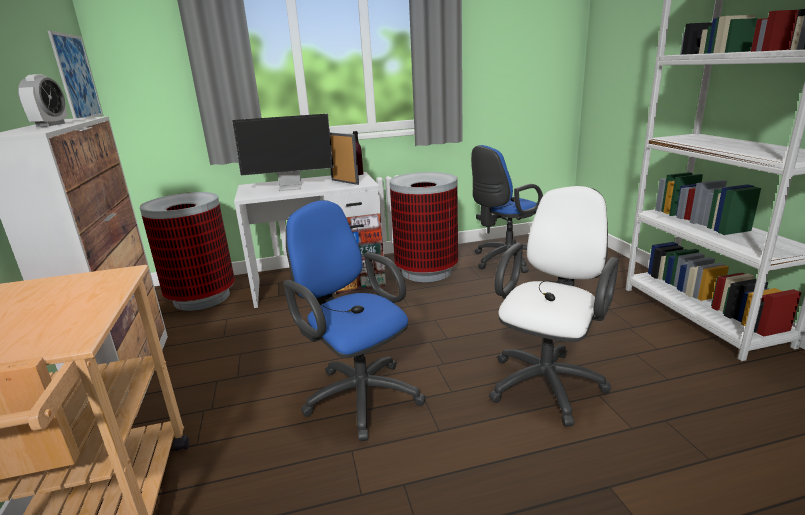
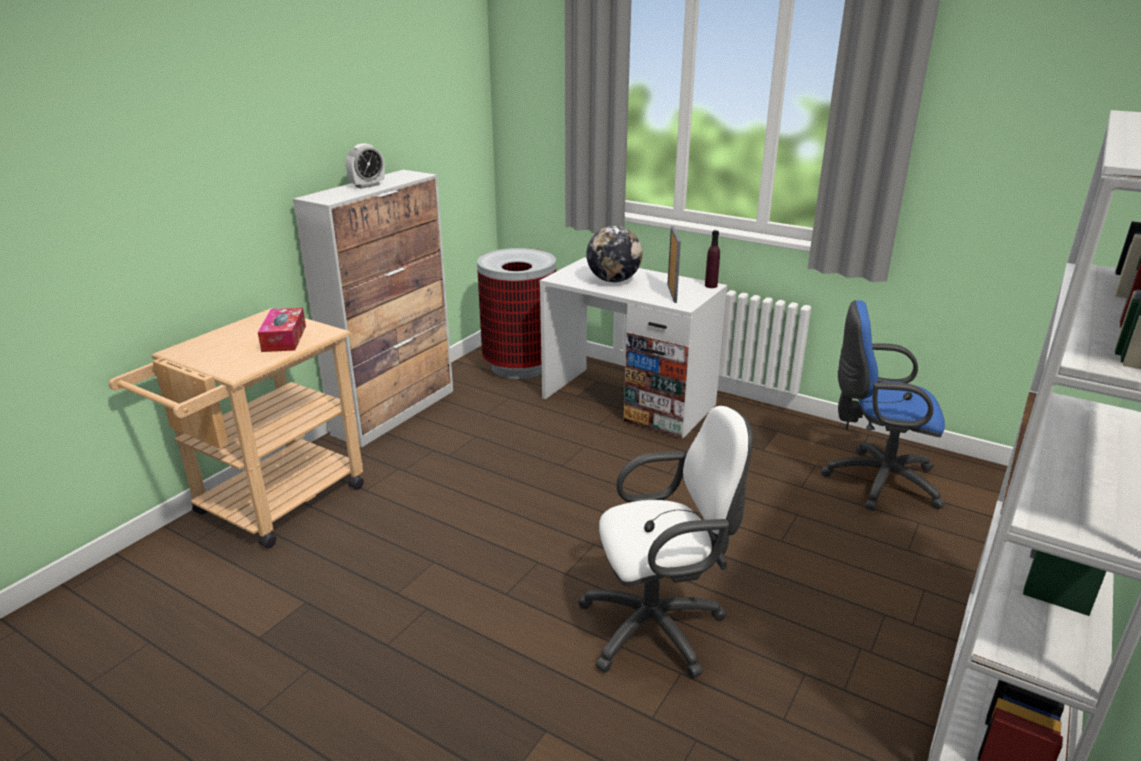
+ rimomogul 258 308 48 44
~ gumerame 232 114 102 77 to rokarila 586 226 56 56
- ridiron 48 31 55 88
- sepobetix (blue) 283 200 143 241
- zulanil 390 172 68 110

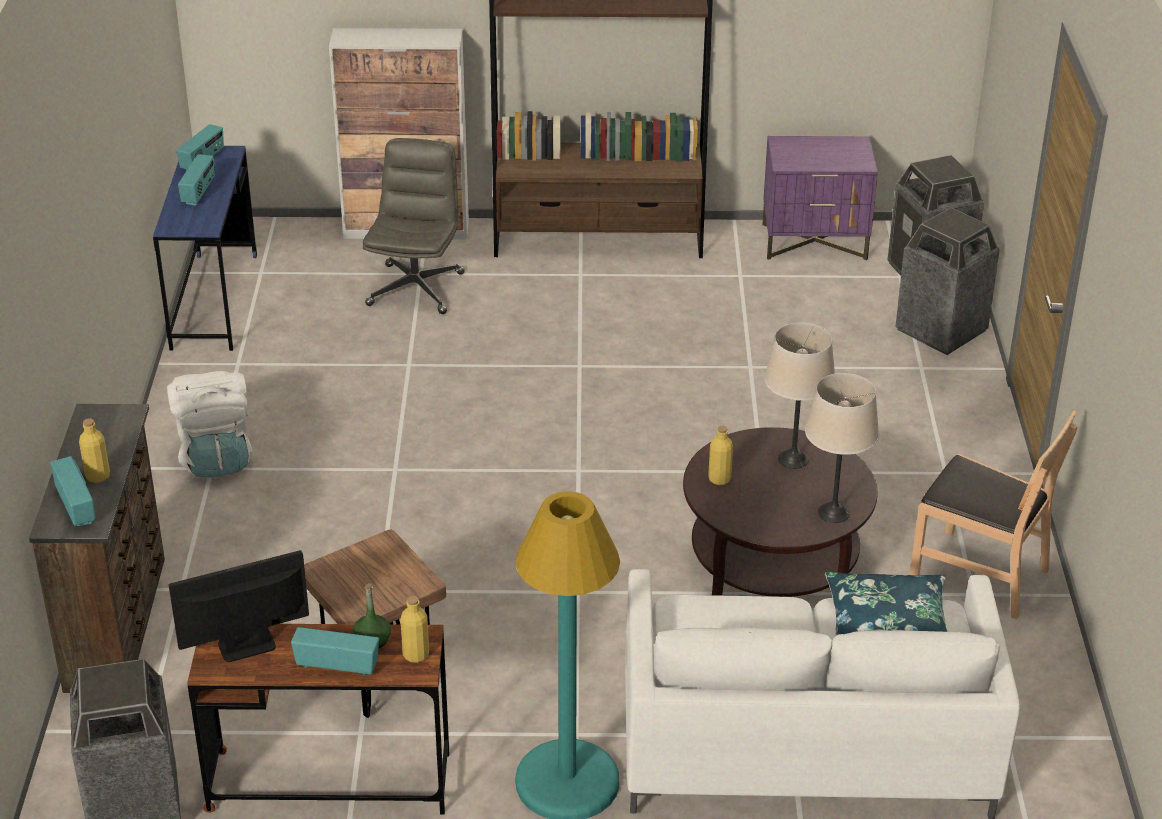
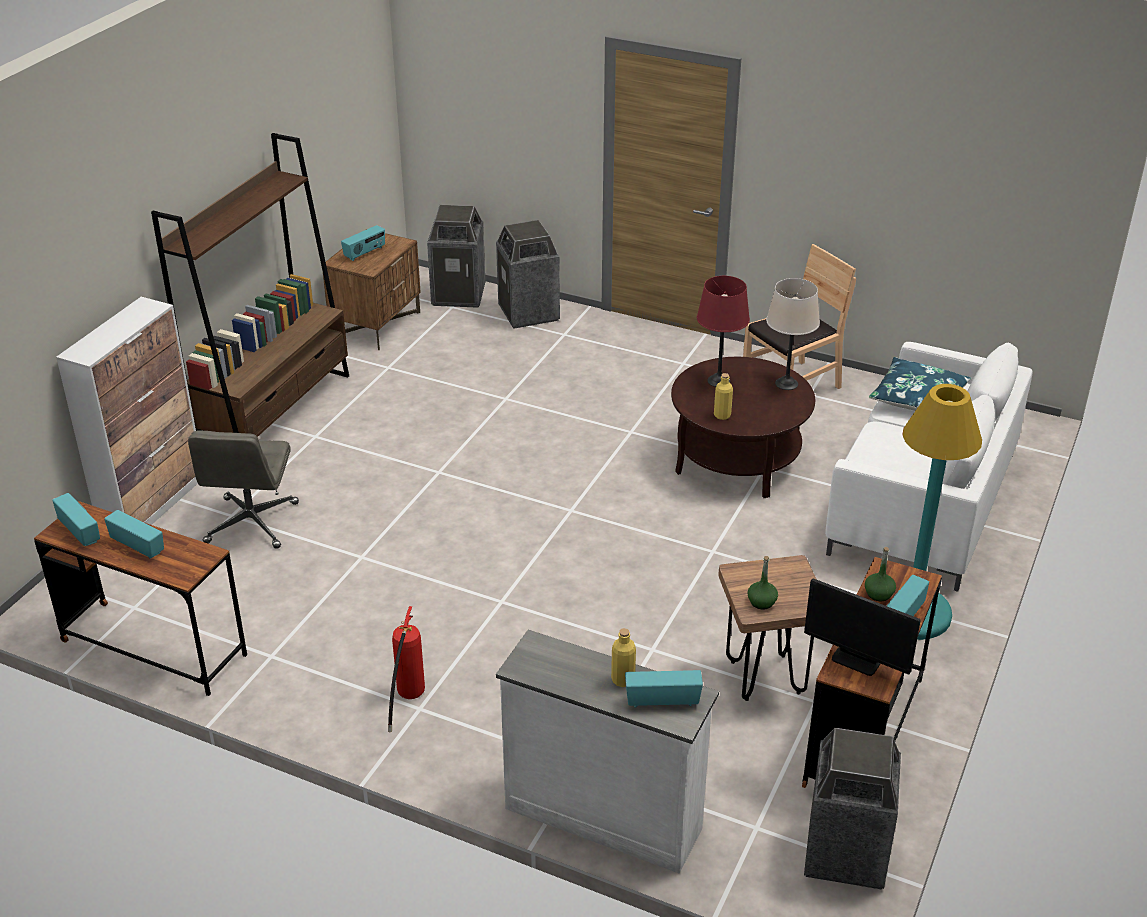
~ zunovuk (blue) 153 146 104 205 to zunovuk (brown) 34 501 213 195
~ sepobetix (grey) 363 138 102 176 = 188 431 111 118 120 degrees counterclockwise
~ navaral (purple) 763 136 115 124 to navaral (brown) 323 229 98 121
+ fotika 341 225 44 36
~ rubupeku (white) 167 371 85 106 to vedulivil 388 606 37 126
~ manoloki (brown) 29 404 136 289 to manoloki (white) 496 630 223 244
~ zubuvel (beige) 764 323 71 146 to zubuvel (red) 697 276 53 111
+ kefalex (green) 747 556 31 53
~ gumerame 169 550 140 112 = 804 578 117 98 60 degrees counterclockwise
- kefalex (yellow) 400 596 29 67

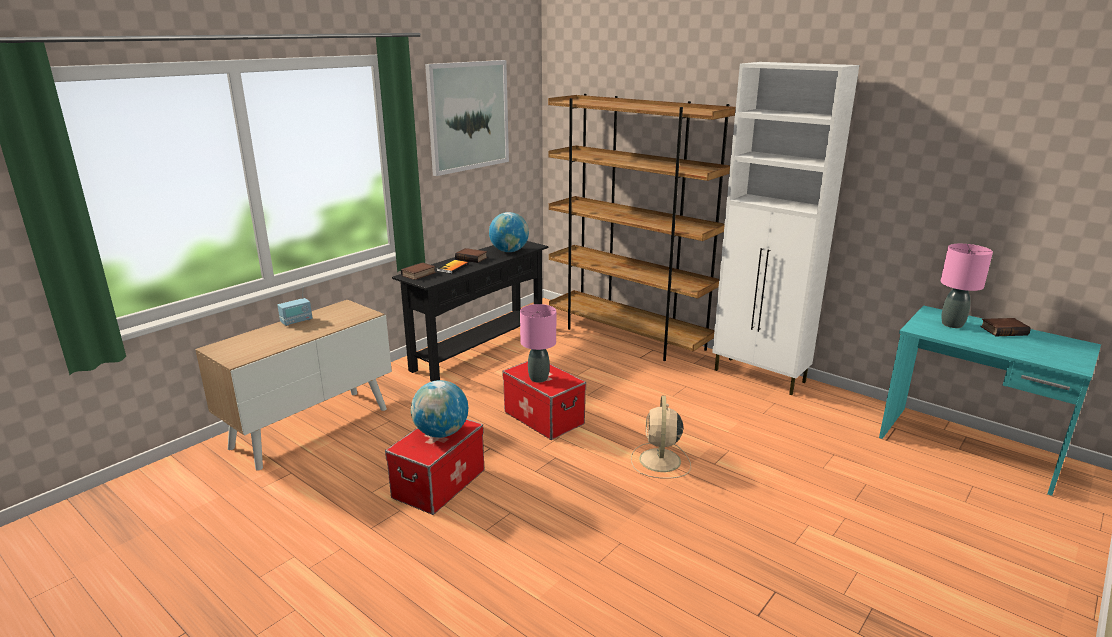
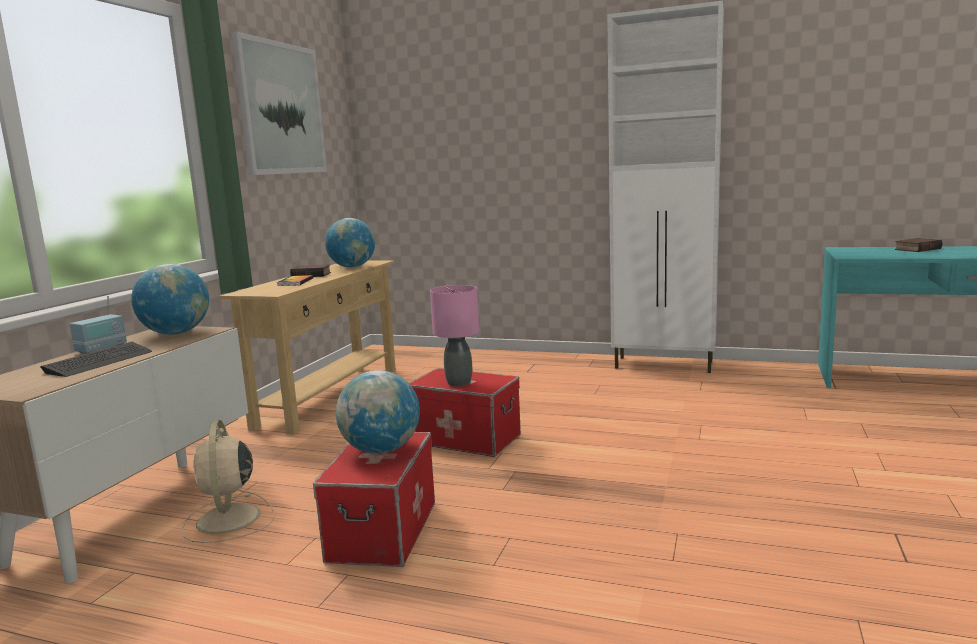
+ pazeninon 41 342 111 35
+ rokarila 131 264 78 71
~ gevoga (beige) 631 396 60 83 to 181 420 94 123
~ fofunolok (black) 392 241 156 141 to fofunolok (beige) 219 261 177 173
- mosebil 401 262 35 18
- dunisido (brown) 548 94 188 267
- zubuvel (pink) 941 244 52 84

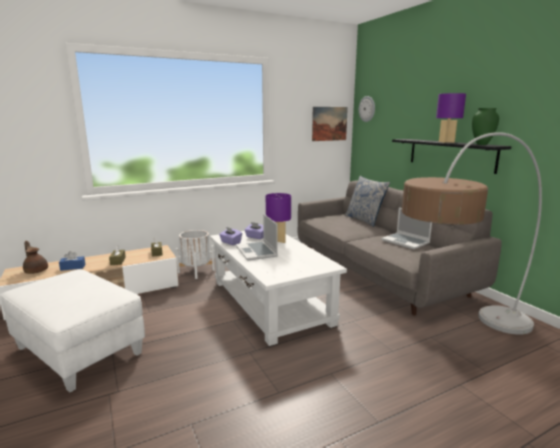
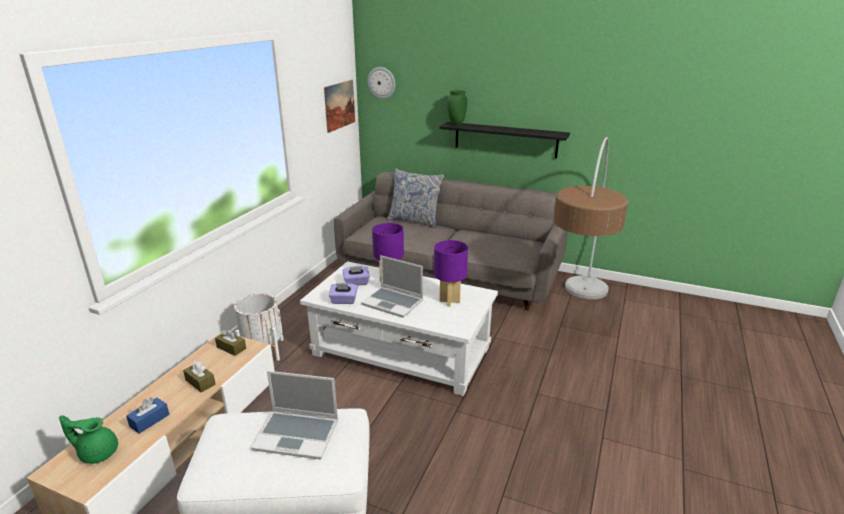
~ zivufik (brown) 23 241 25 33 to zivufik (green) 59 415 59 49
~ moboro 381 207 51 42 to 251 371 87 88
~ zubuvel (purple) 436 93 30 50 to 434 240 34 67
~ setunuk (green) 472 108 27 37 to 447 90 20 36

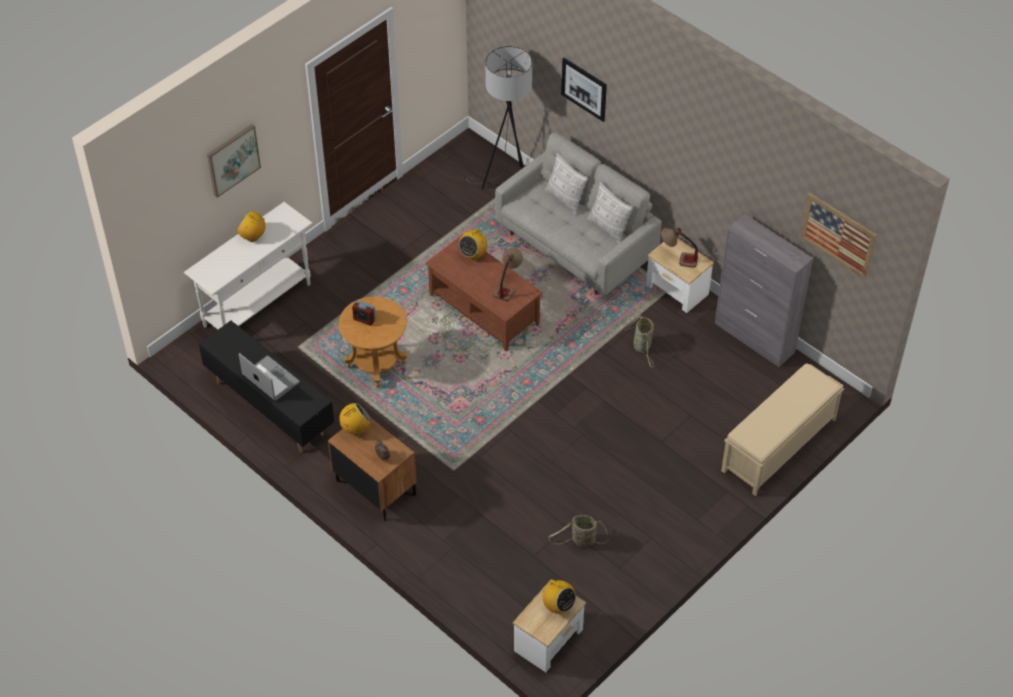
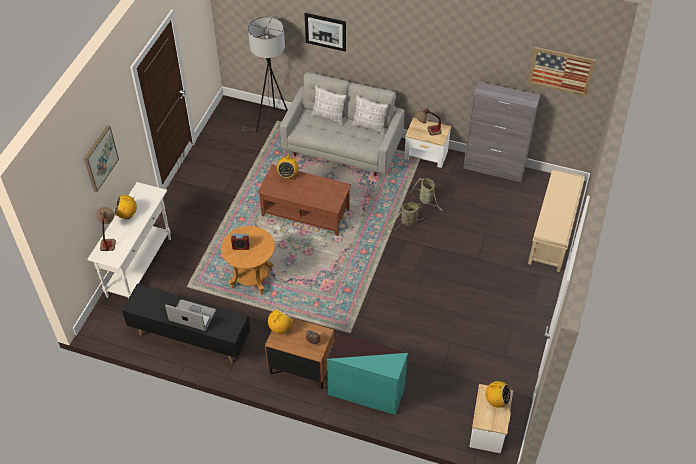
~ zubuvel 493 248 30 53 to 97 207 19 44
+ manoloki (turquoise) 327 333 81 82
~ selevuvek 548 515 60 33 to 387 202 36 28

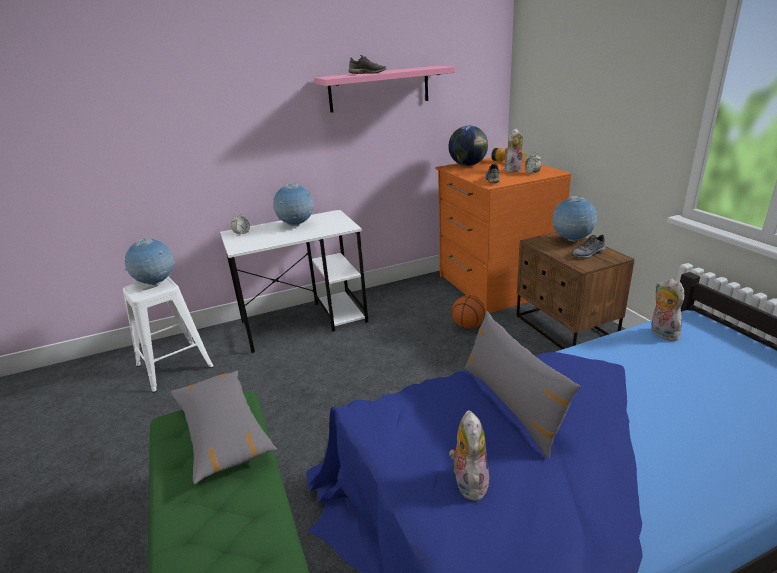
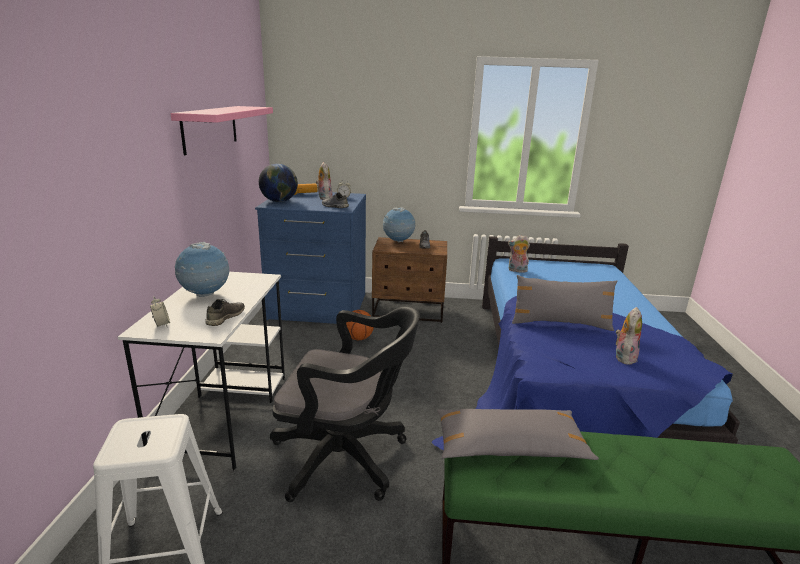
~ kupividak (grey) 349 55 37 19 to 205 299 40 27
~ manoloki (orange) 435 158 137 155 to manoloki (blue) 255 192 111 132
+ sepobetix (black) 270 306 150 196
~ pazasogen 449 410 40 91 = 616 307 26 58 90 degrees clockwise
- rokarila 125 238 50 47

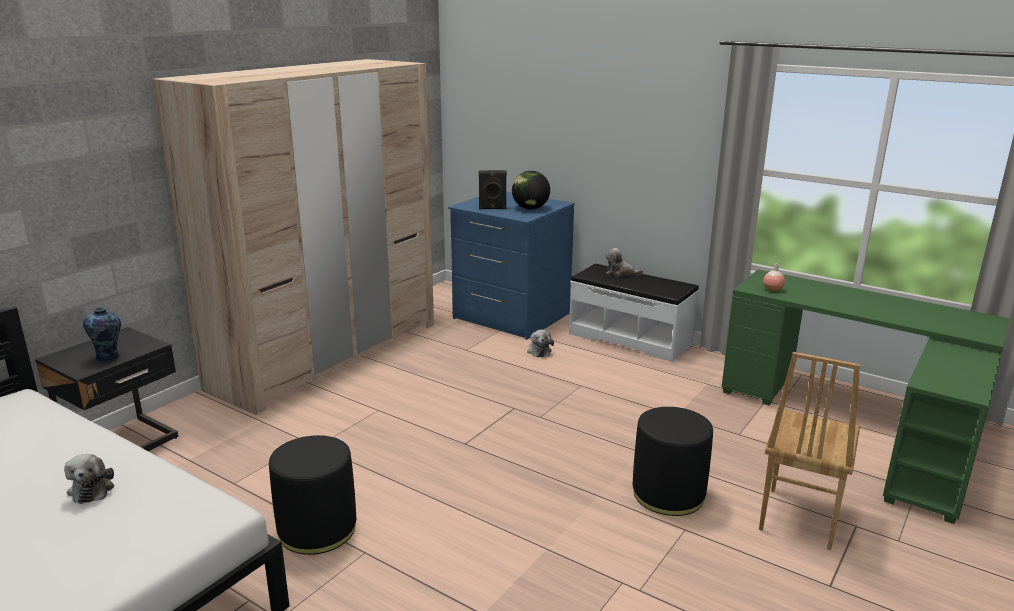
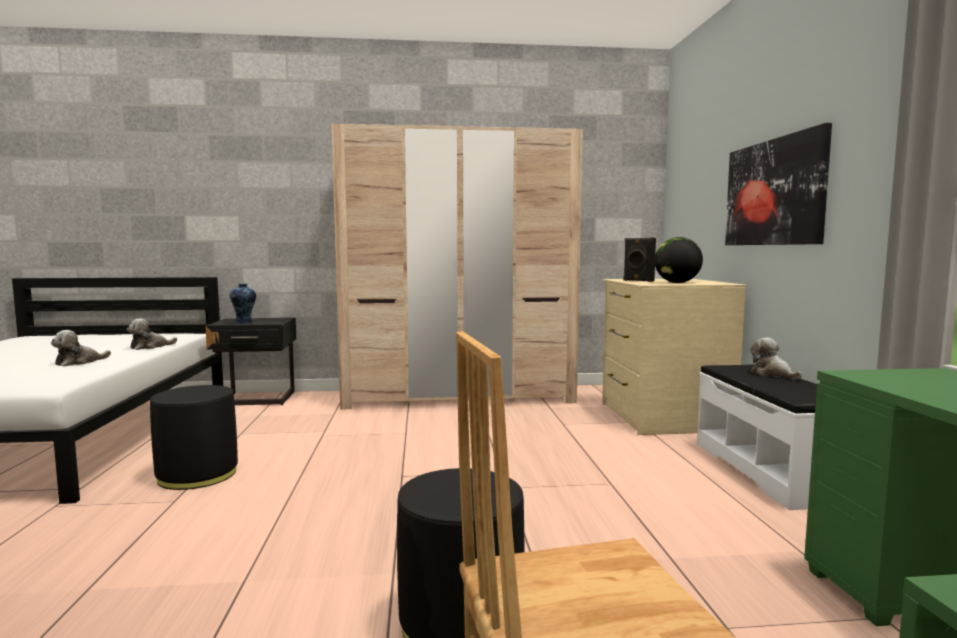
~ pazasogen 527 330 27 27 to 127 318 50 32
~ manoloki (blue) 448 191 127 149 to manoloki (beige) 602 279 144 156
+ ridiron 725 123 107 122
- setunuk 763 264 22 27

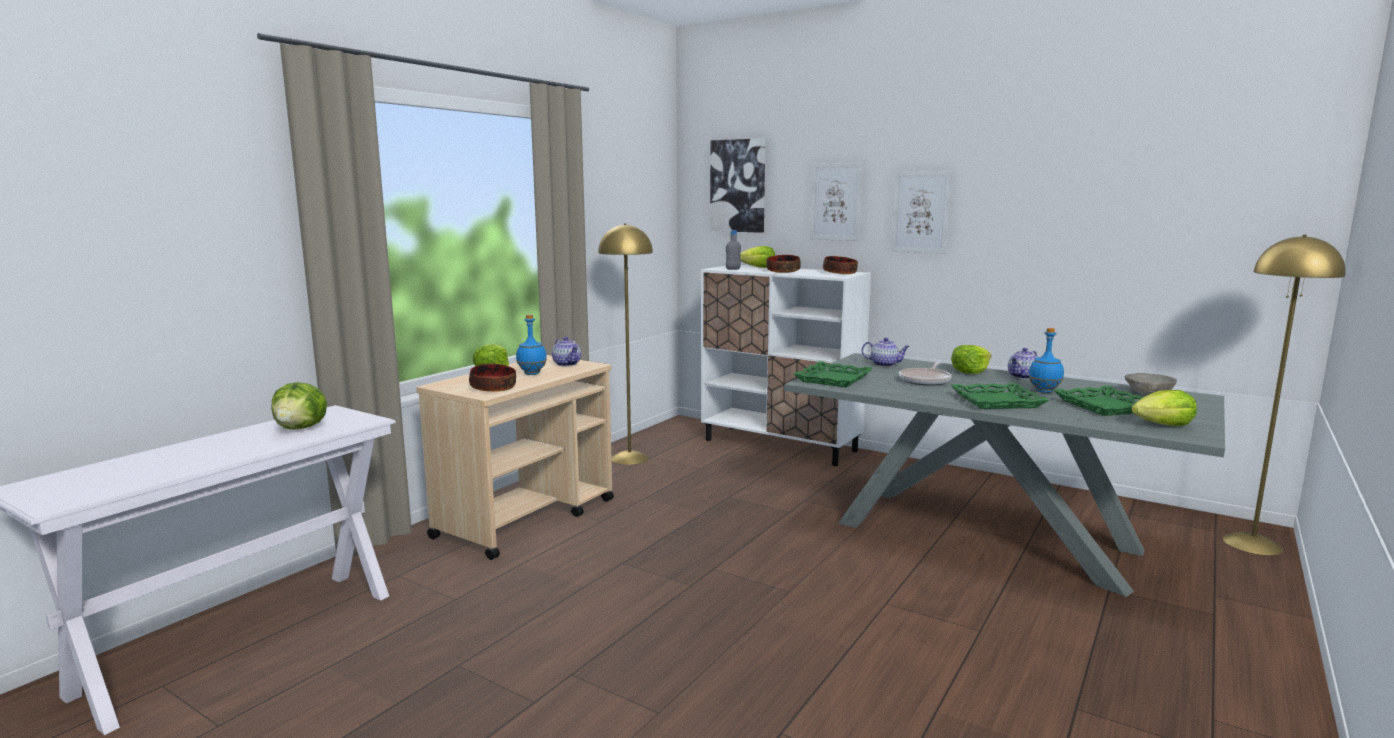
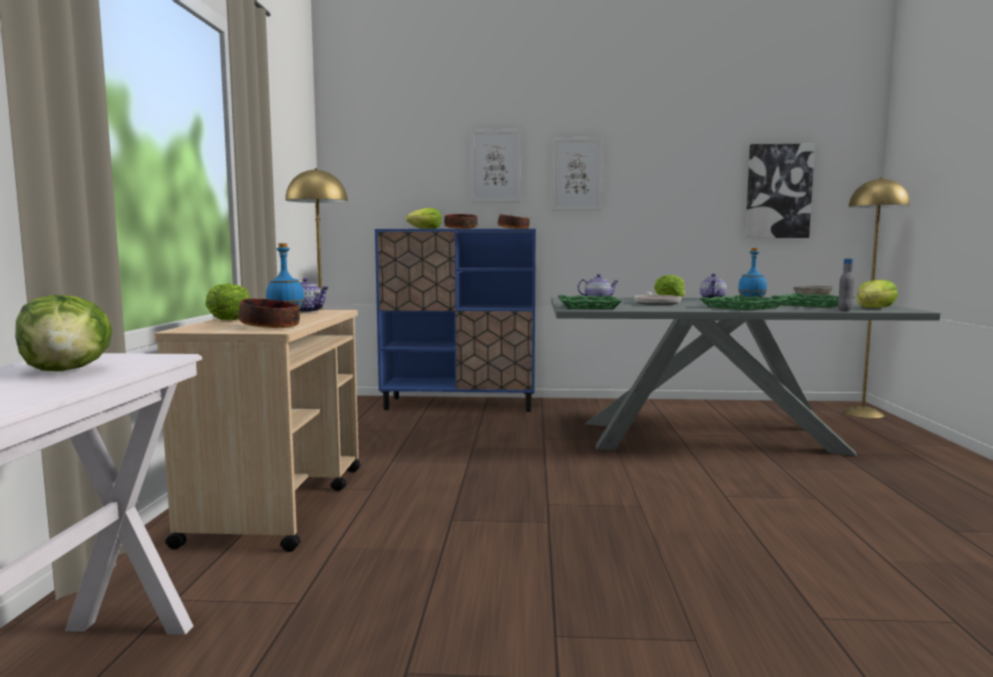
~ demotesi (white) 701 265 170 201 to demotesi (blue) 375 229 161 183
~ ridiron 710 138 56 95 to 745 144 70 94
~ kefalex (grey) 726 230 15 40 to 838 258 16 53

